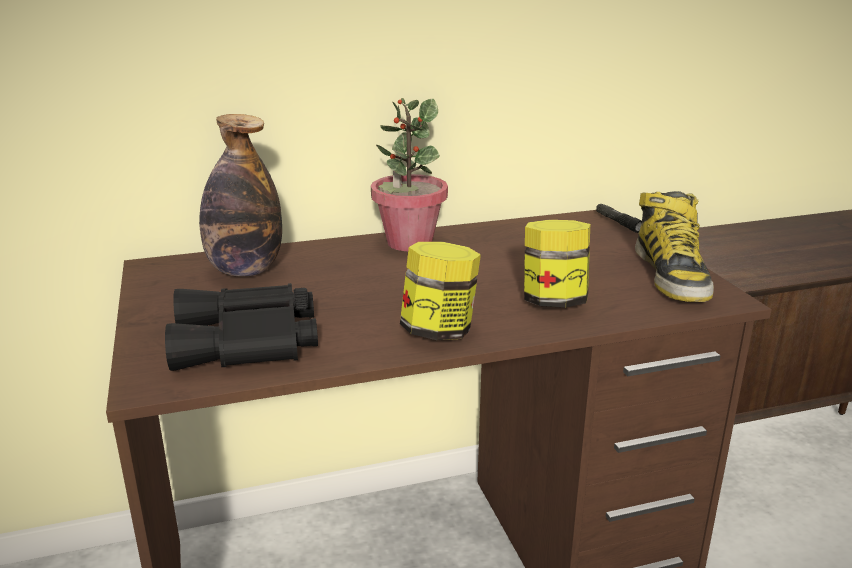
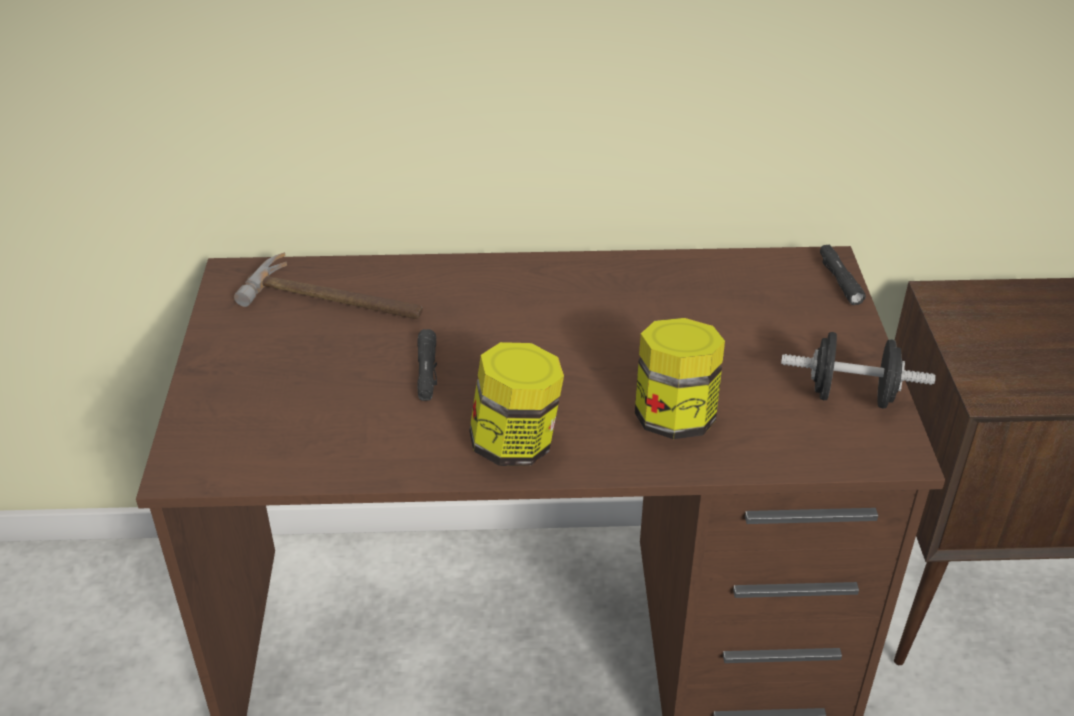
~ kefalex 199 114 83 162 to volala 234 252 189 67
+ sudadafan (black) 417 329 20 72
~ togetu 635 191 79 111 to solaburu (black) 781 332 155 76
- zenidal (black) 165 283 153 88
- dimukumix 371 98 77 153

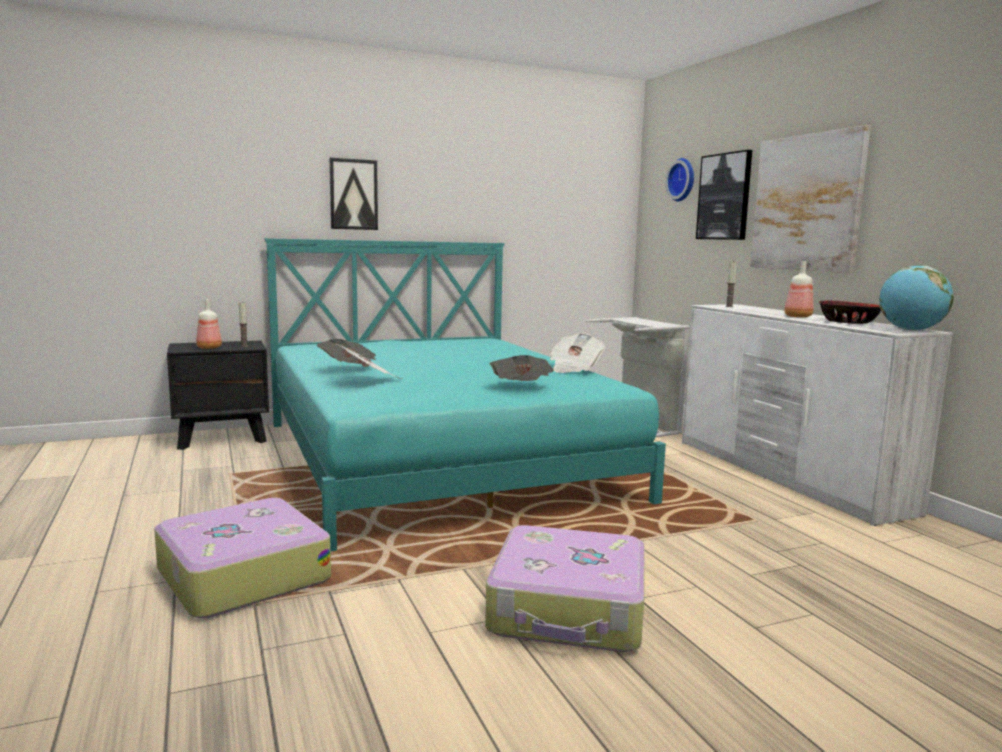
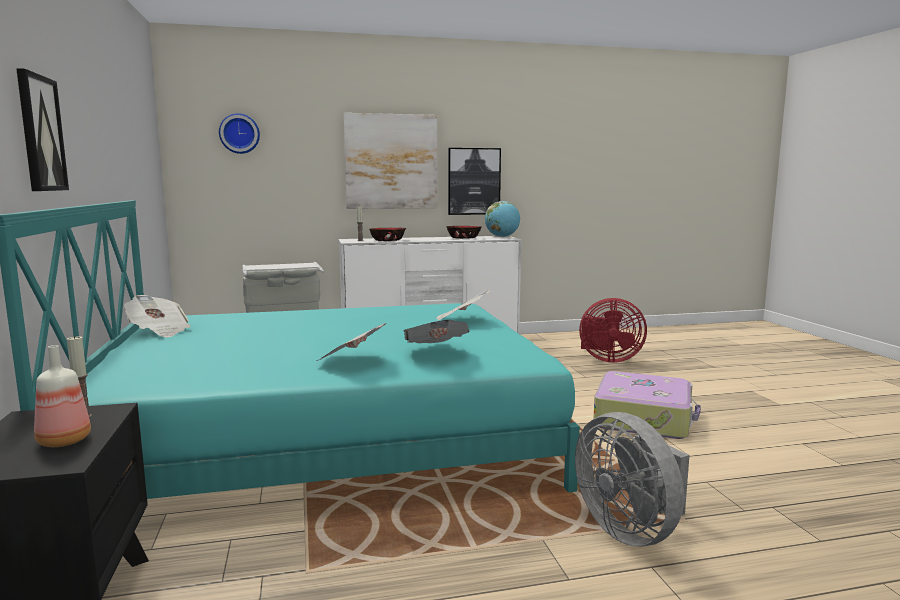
~ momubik 550 333 56 40 to 124 295 67 42
+ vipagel 369 228 37 13
~ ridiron 696 150 56 90 to 448 148 53 67
~ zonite 154 498 177 120 to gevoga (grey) 575 412 115 134
+ gevoga (red) 579 298 68 65
- kefalex 784 261 29 57

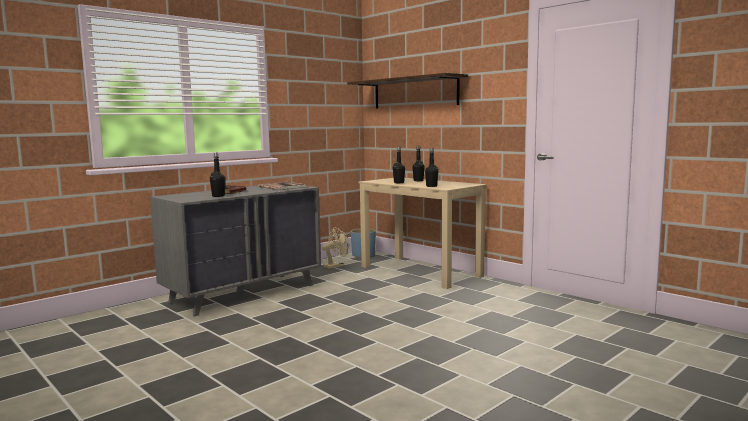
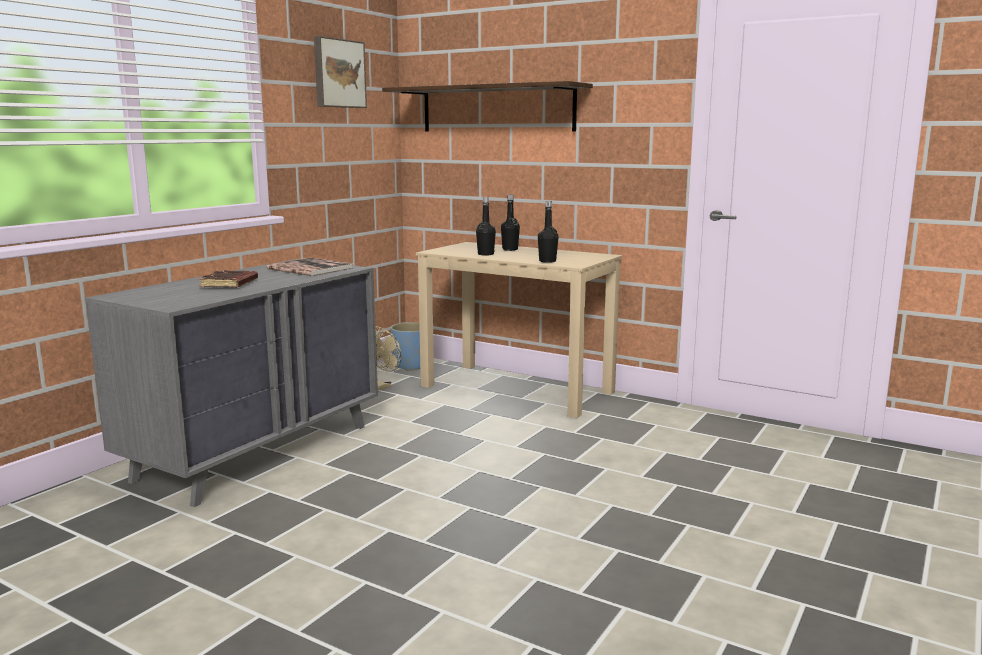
+ ridiron 314 36 53 72
- kefalex (black) 210 153 15 44

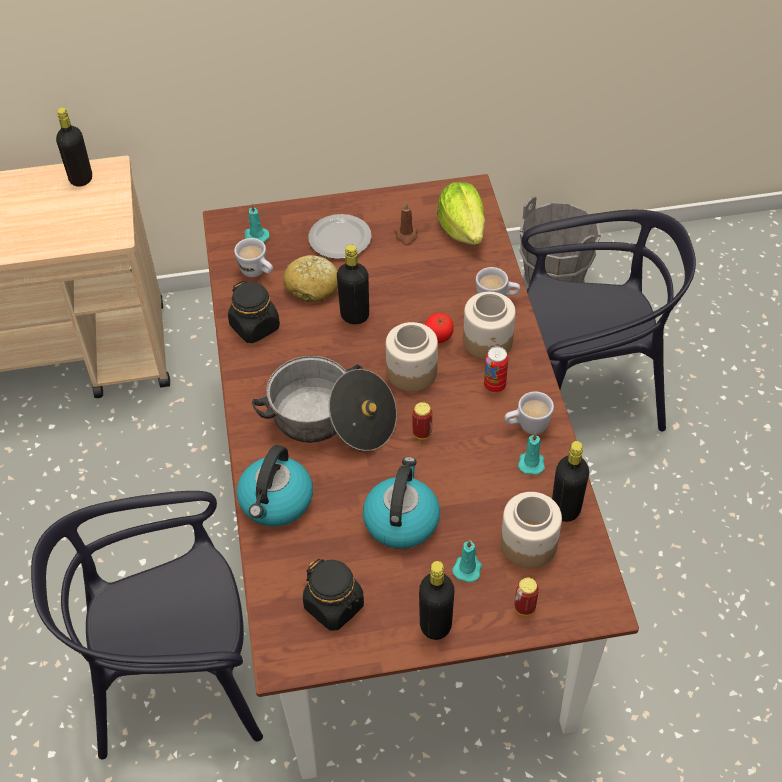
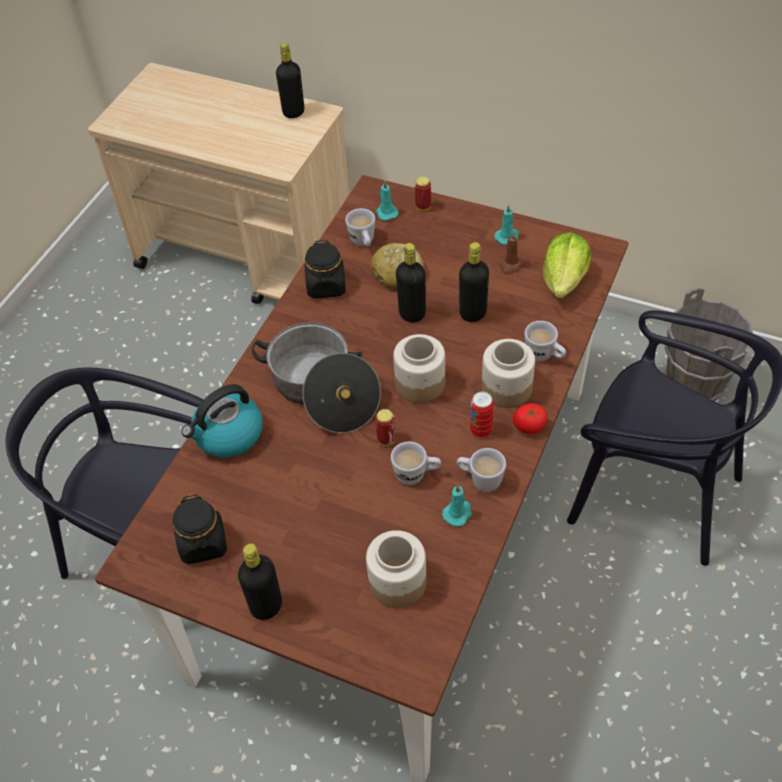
+ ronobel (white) 391 442 50 43
~ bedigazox 514 578 25 38 to 415 177 16 34
~ kefalex (black) 552 441 37 81 to 459 242 30 80
~ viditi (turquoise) 452 540 30 42 to 494 204 25 41
~ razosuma 425 313 29 30 to 513 403 34 31
- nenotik 308 214 63 45
- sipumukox 363 457 77 92

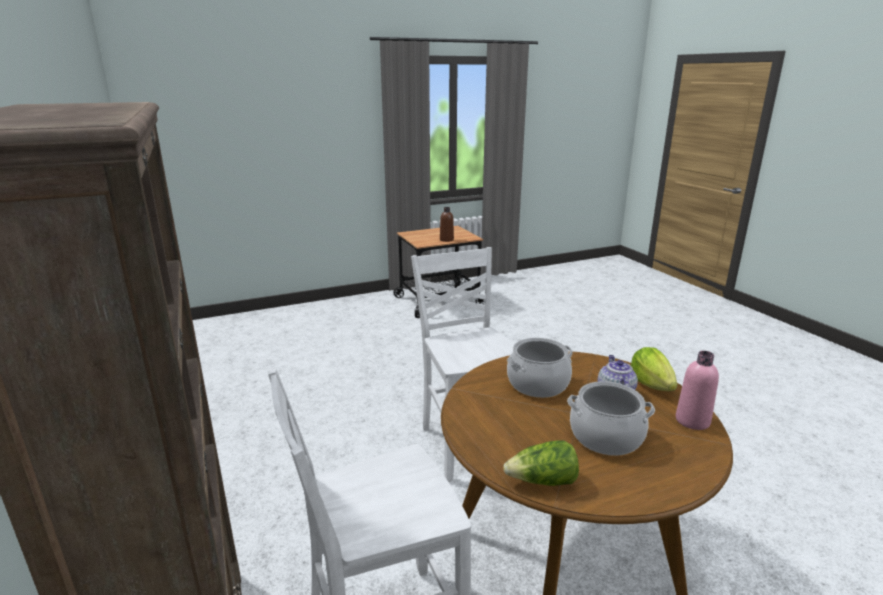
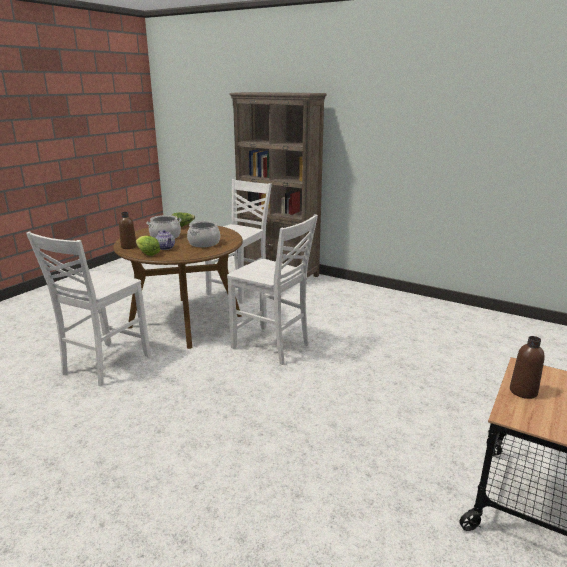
+ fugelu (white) 26 232 125 154
~ kefalex (pink) 676 351 43 79 to kefalex (brown) 119 212 18 37

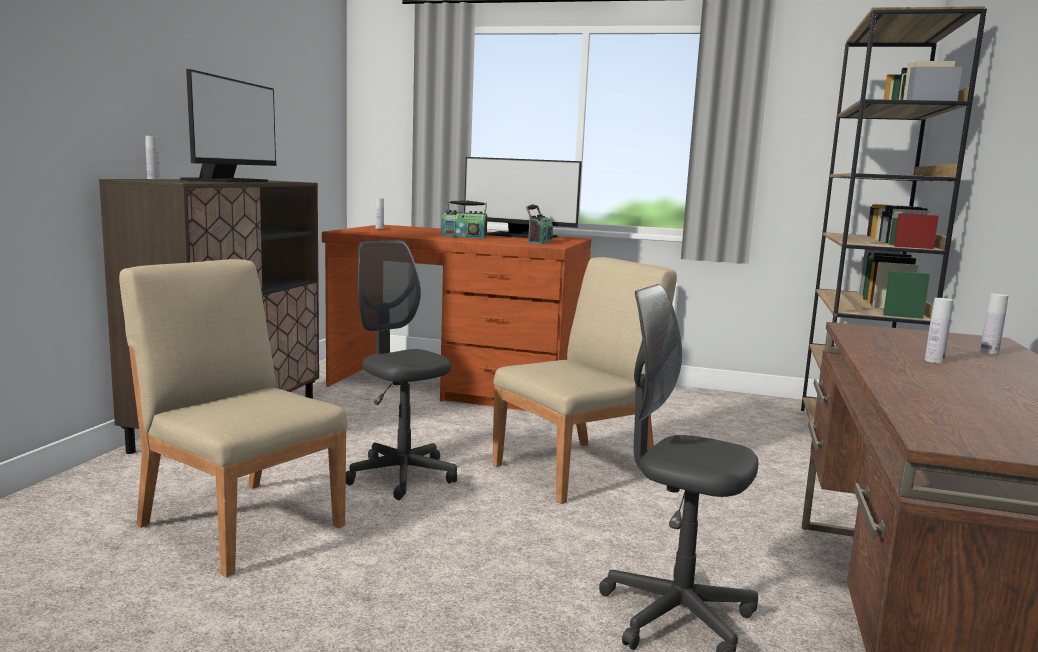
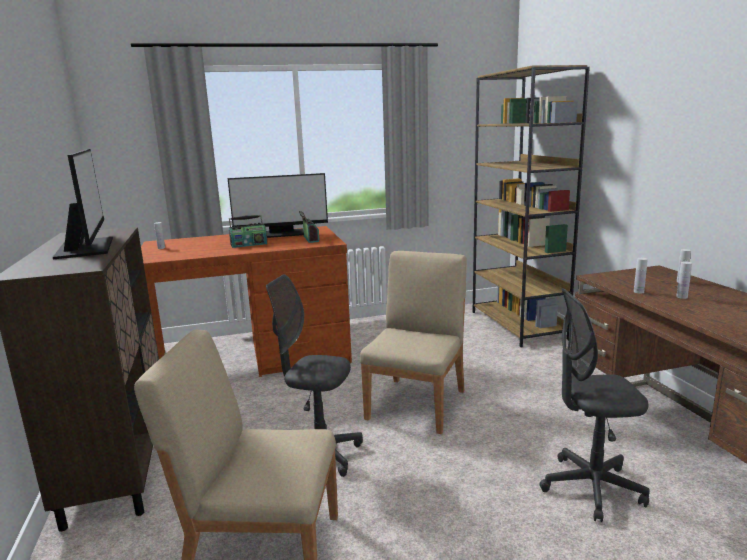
~ kefalex (white) 145 136 15 43 to 634 258 14 36

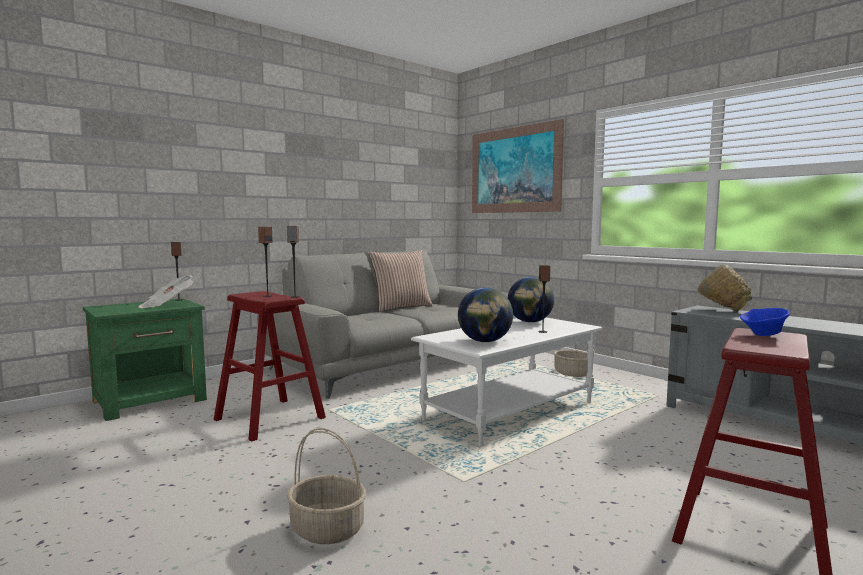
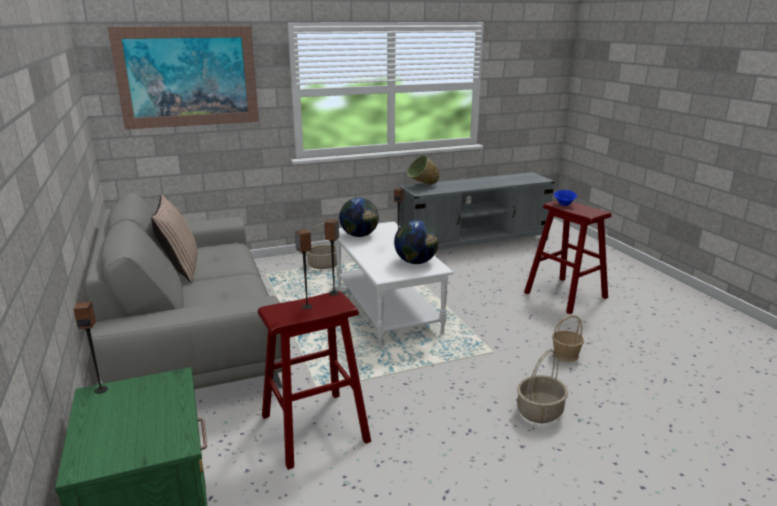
+ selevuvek 552 315 32 47
- momubik 139 275 54 33

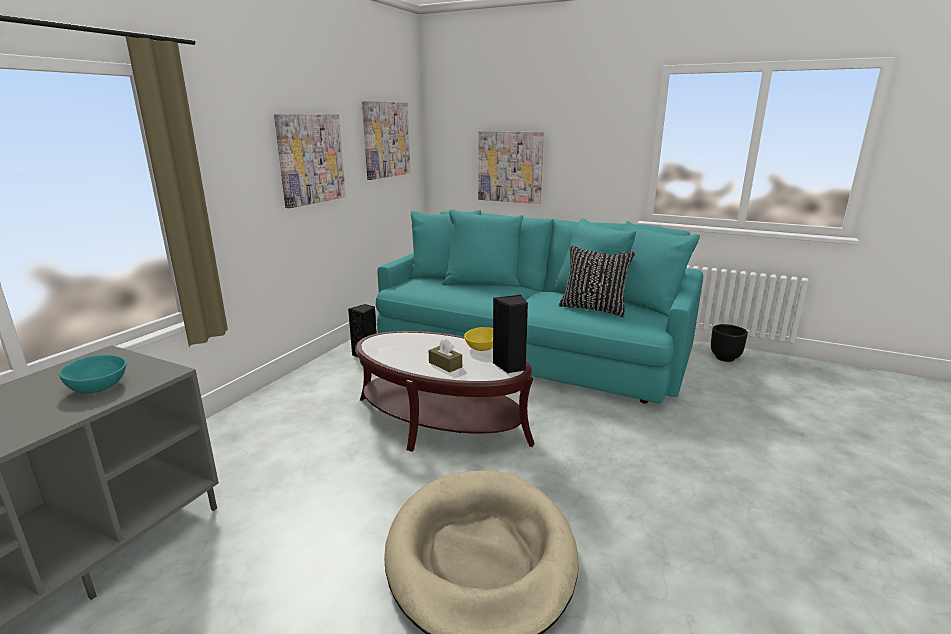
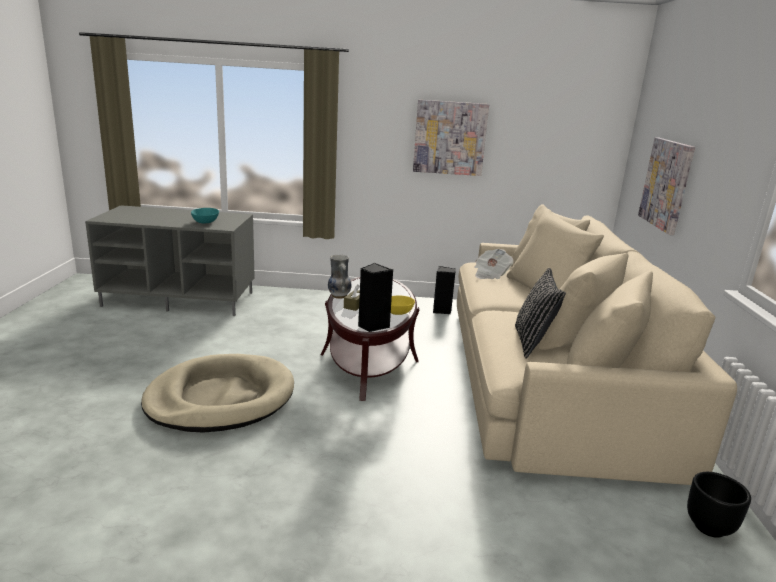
+ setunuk 328 255 23 44
~ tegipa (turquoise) 376 209 327 195 to tegipa (beige) 457 204 280 281
+ momubik 474 249 40 30
- ridiron 362 101 48 79

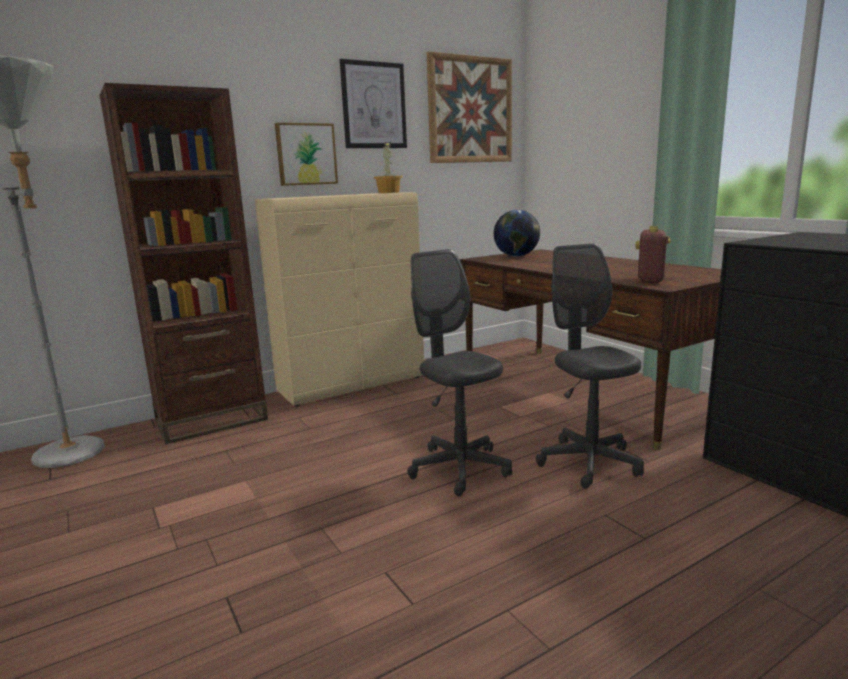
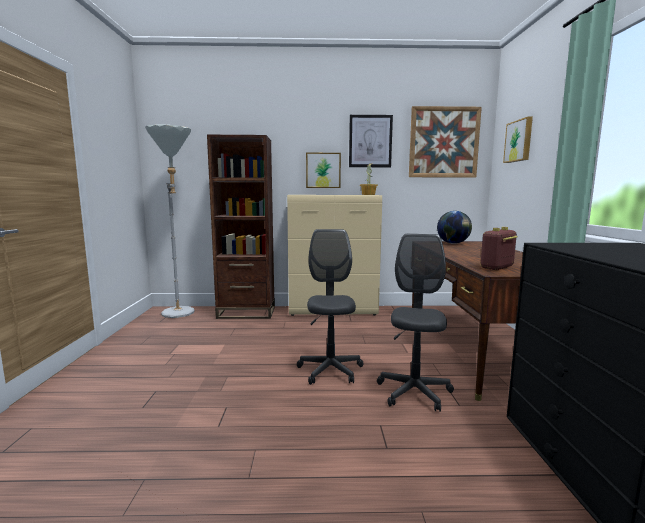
+ ridiron 503 117 30 46

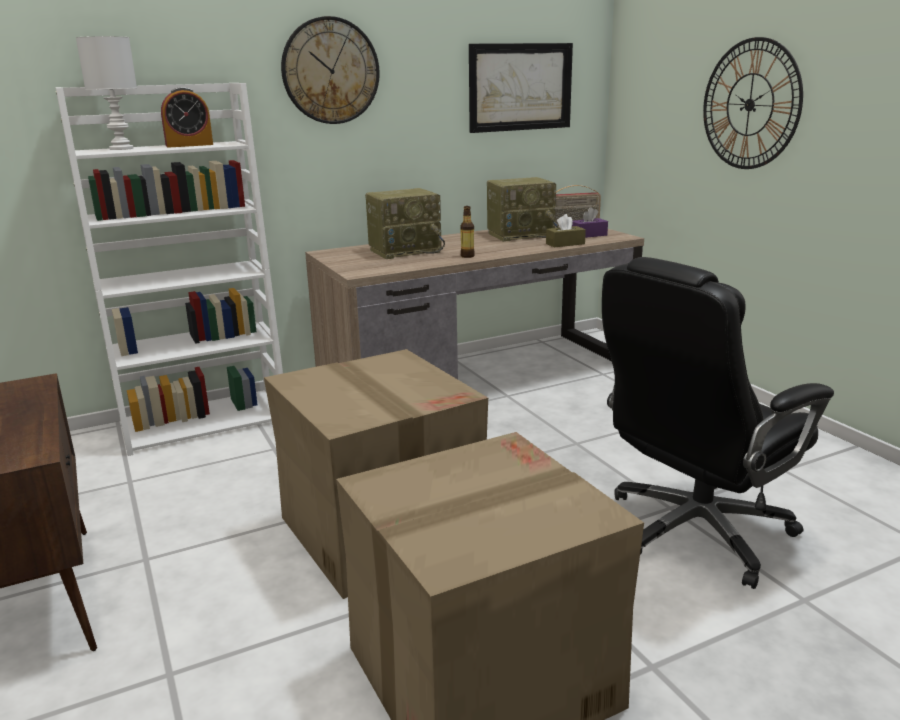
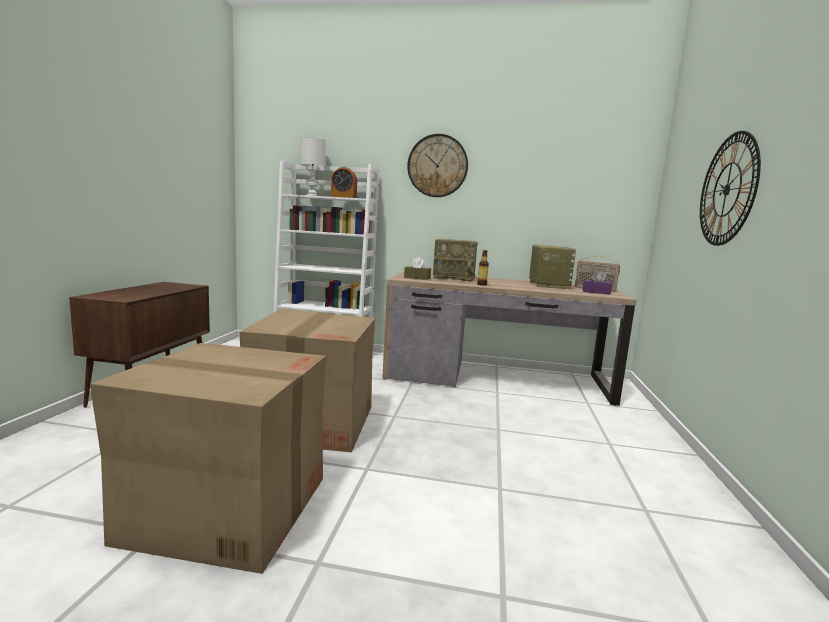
~ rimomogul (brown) 546 214 40 33 to 404 257 27 23
~ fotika 487 177 71 65 = 529 245 47 44 105 degrees counterclockwise
- ridiron 469 43 104 90
- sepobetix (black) 602 257 232 332

